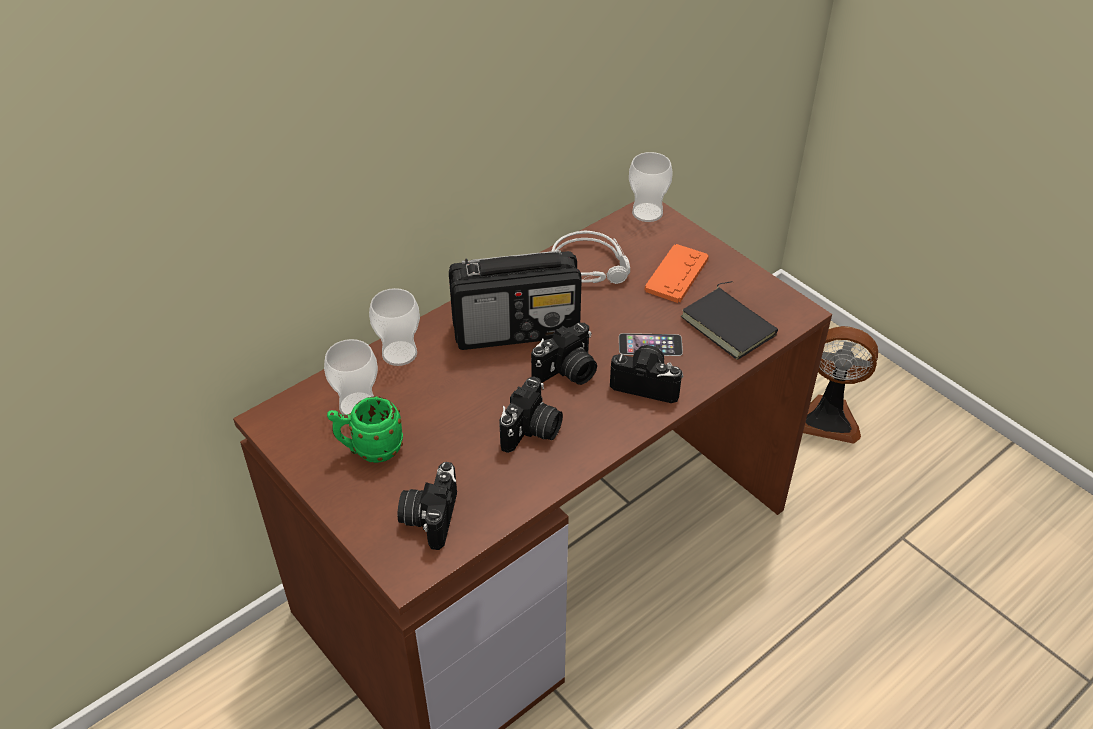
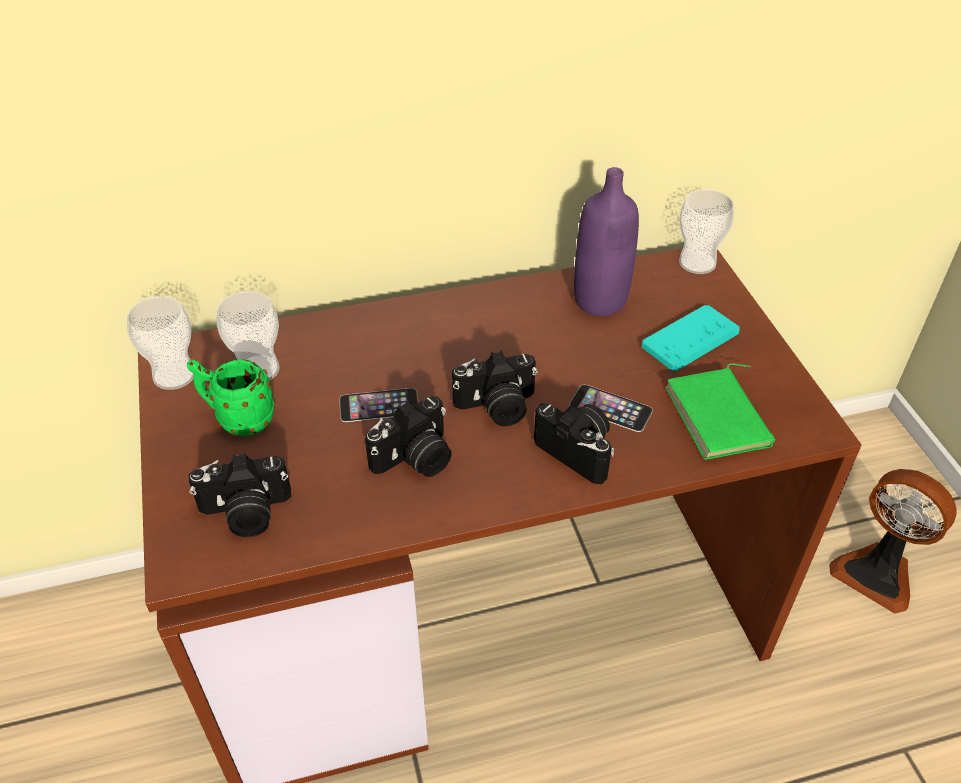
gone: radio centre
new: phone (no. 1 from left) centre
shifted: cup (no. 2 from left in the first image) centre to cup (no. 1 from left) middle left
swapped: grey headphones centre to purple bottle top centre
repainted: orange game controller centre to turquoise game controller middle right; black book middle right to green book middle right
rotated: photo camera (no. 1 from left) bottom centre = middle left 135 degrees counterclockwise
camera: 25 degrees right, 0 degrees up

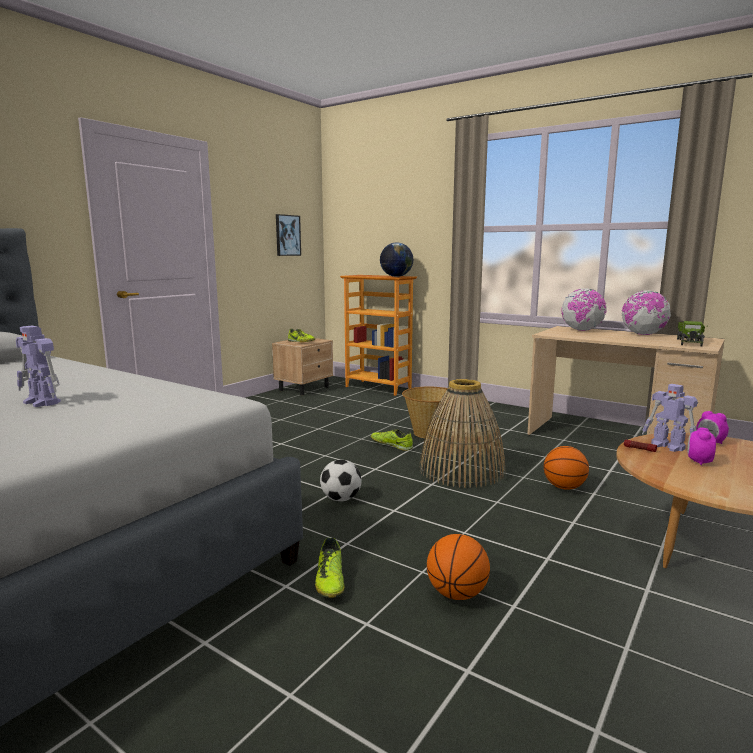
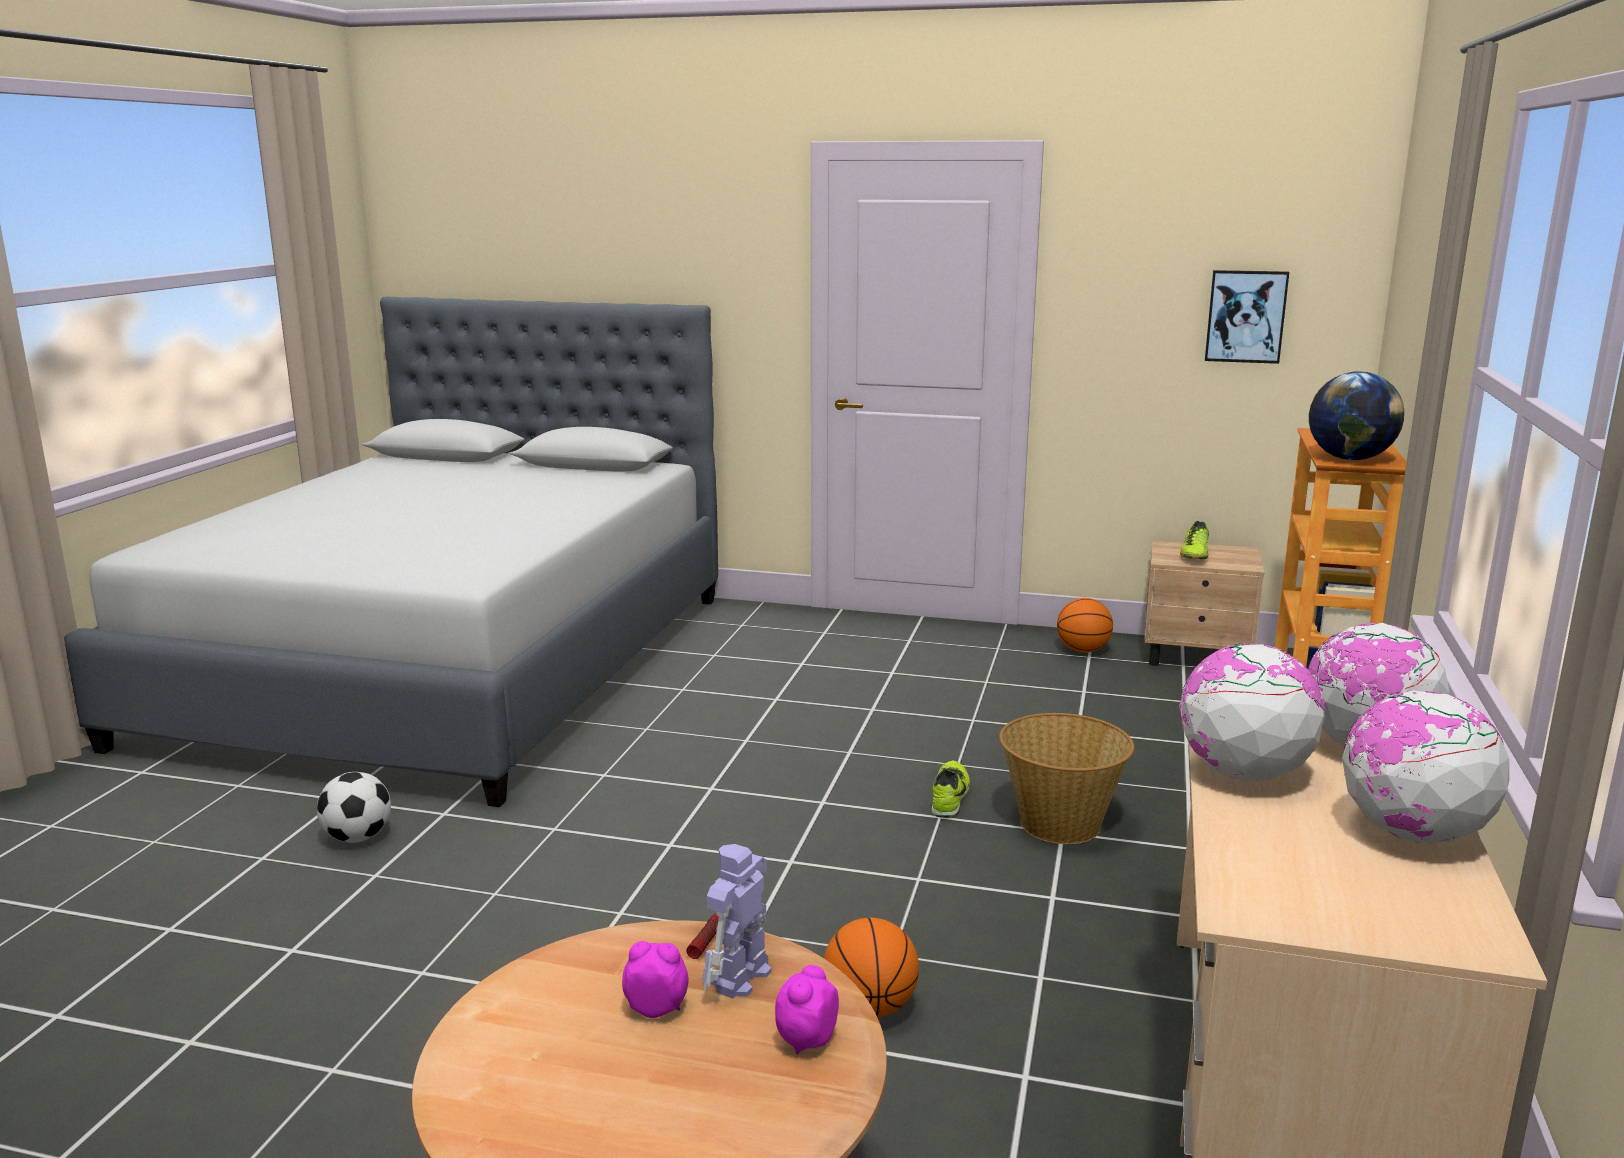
gone: toy robot (no. 1 from left) middle left; shoe (no. 2 from left) bottom centre; basket (no. 2 from left) centre; toy truck middle right
new: globe (no. 1 from left) middle right
shifted: football centre to bottom left; basketball (no. 1 from left in the first image) bottom centre to basketball (no. 2 from left) middle right
camera: 70 degrees right, 5 degrees up

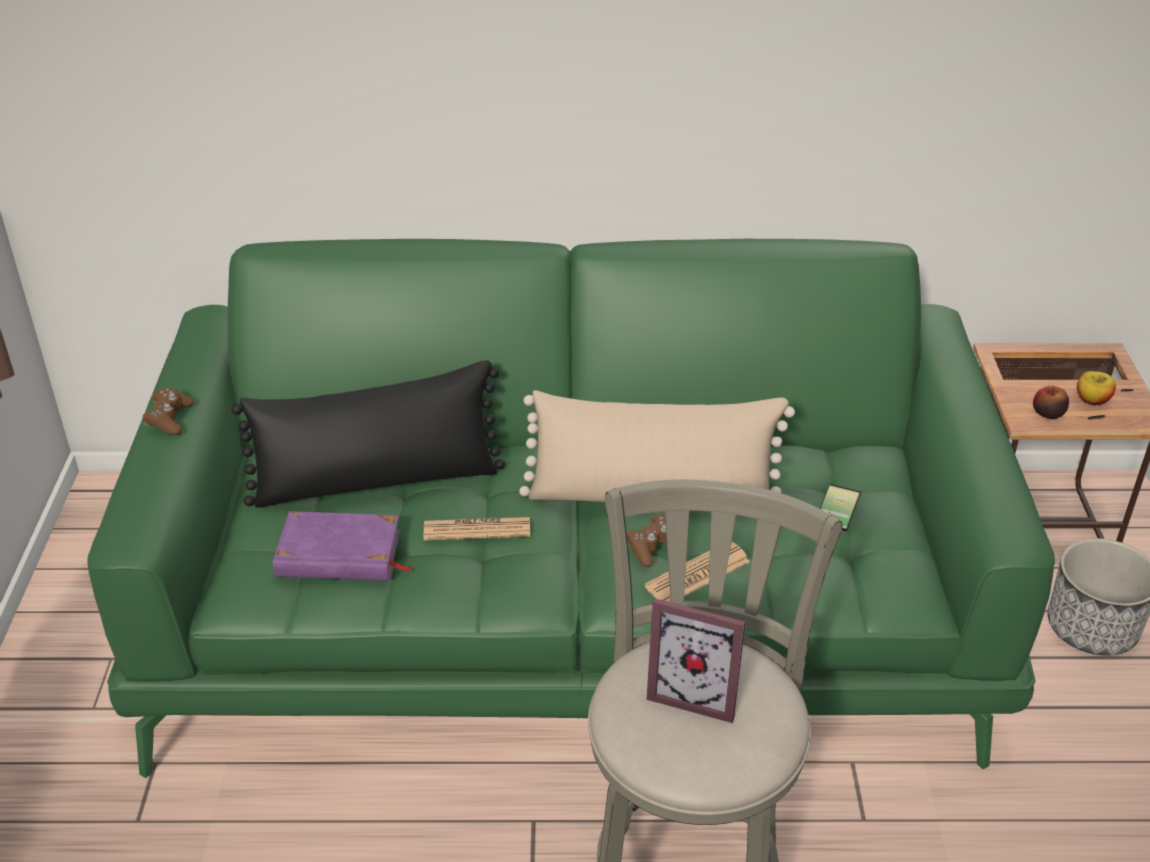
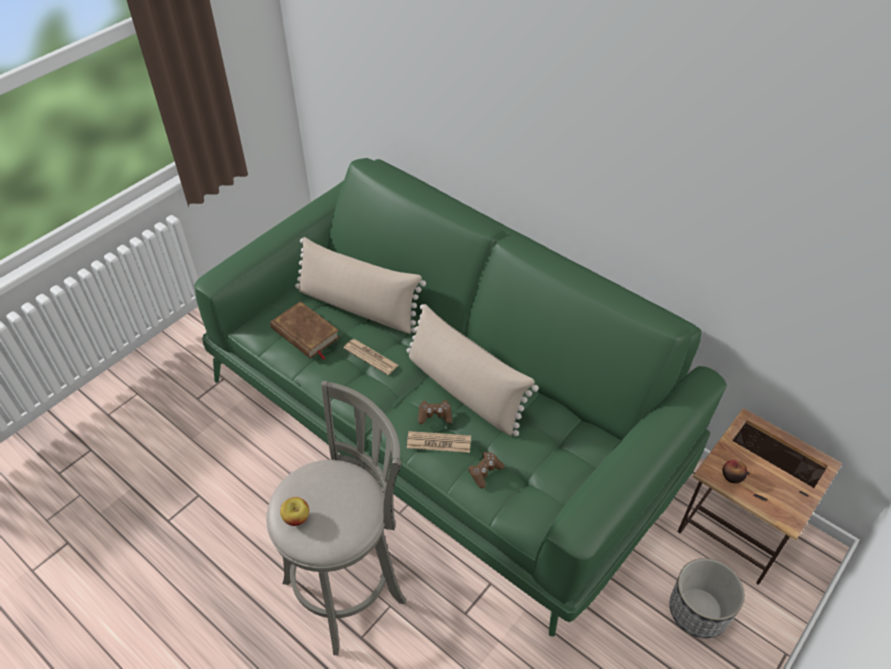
gone: picture frame bottom centre; phone middle right
shifted: apple (no. 2 from left in the first image) middle right to apple (no. 1 from left) bottom left; brown game controller (no. 1 from left in the first image) middle left to brown game controller (no. 2 from left) bottom centre
repainted: purple book middle left to brown book centre; black pillow middle left to beige pillow (no. 1 from left) centre
camera: 40 degrees right, 10 degrees up

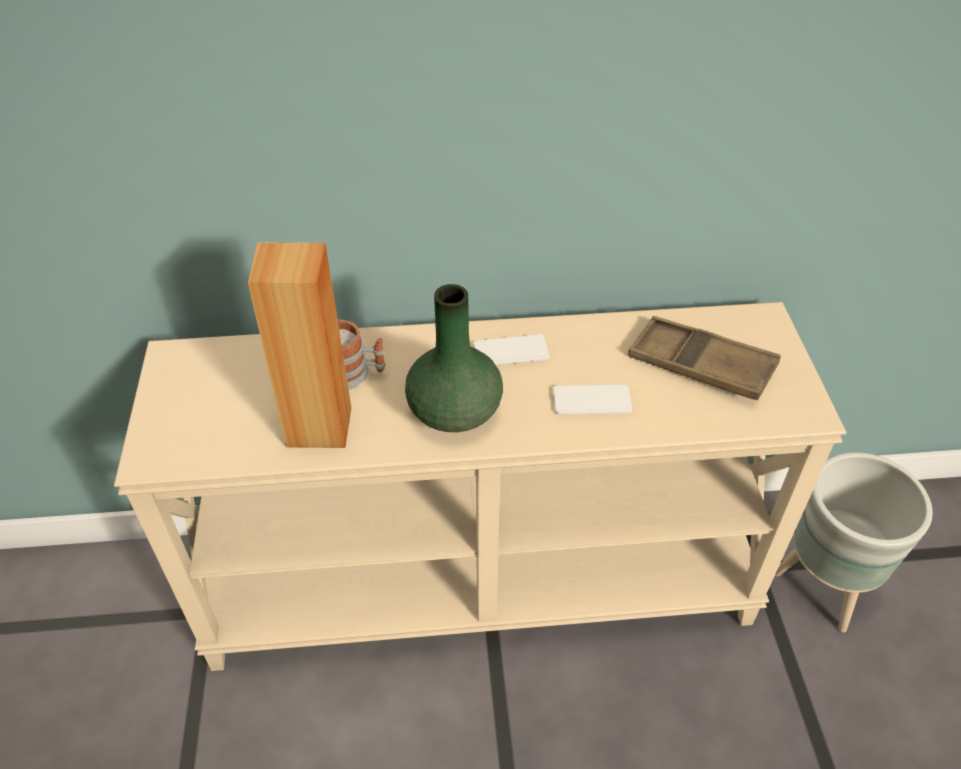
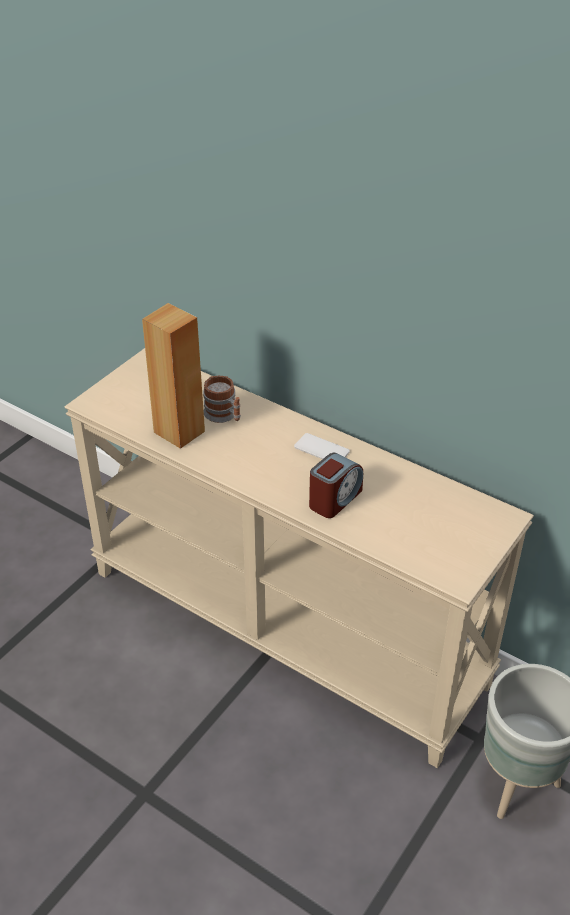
gone: green vase centre; brown tray middle right
swapped: phone (no. 2 from left) centre to alarm clock centre
camera: 40 degrees right, 5 degrees down

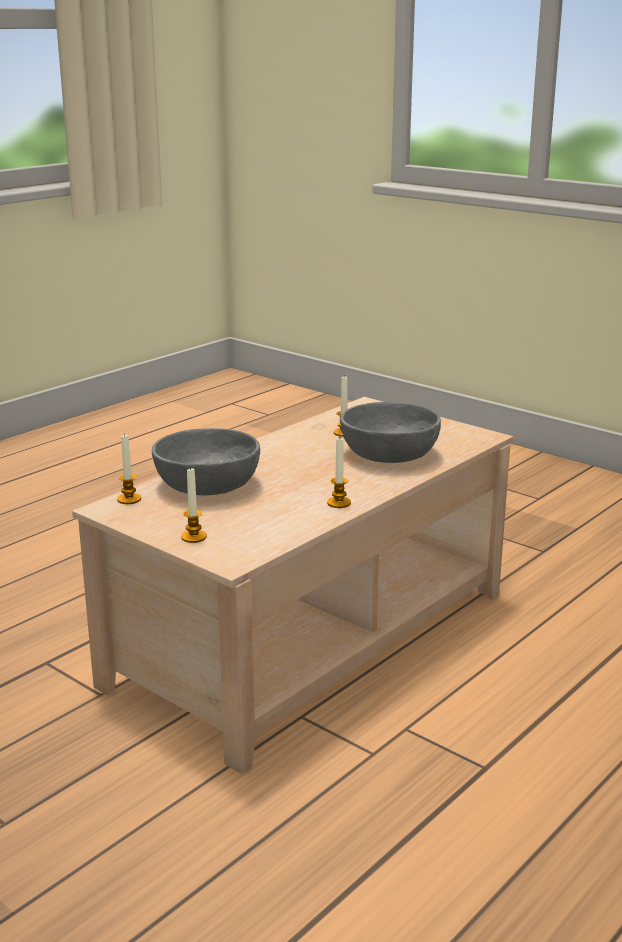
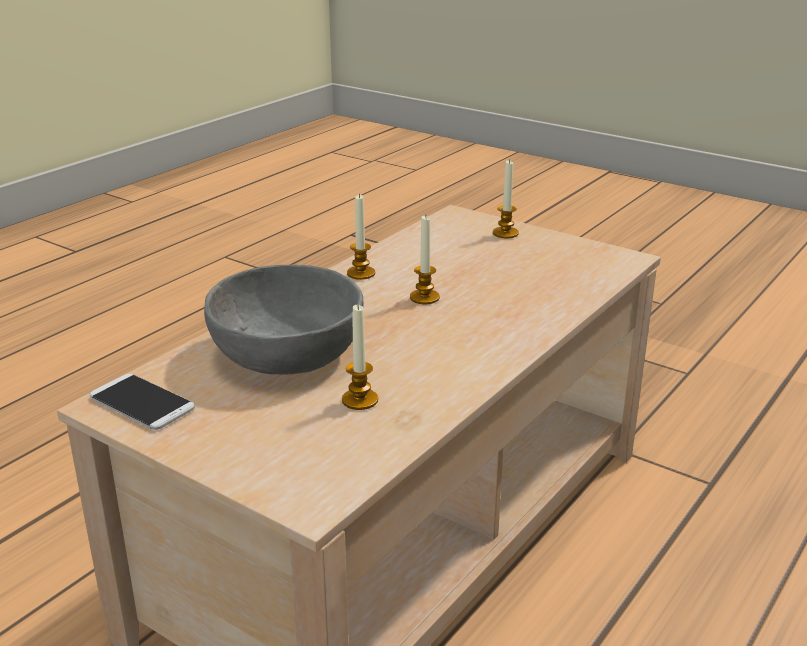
gone: grey bowl (no. 1 from left) middle left
new: phone middle left
shifted: candle (no. 1 from left in the first image) middle left to candle (no. 3 from left) centre
camera: 175 degrees right, 5 degrees up

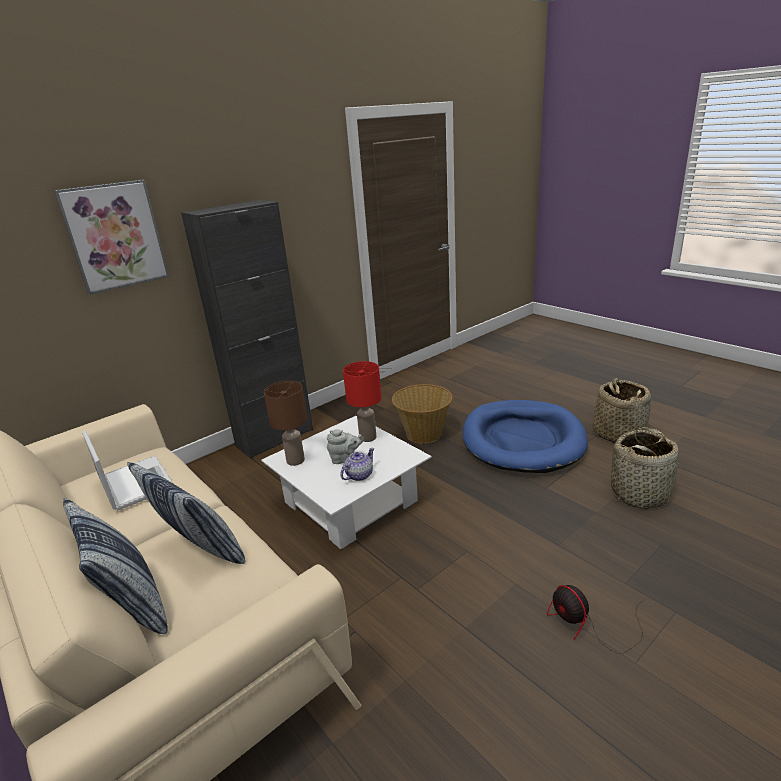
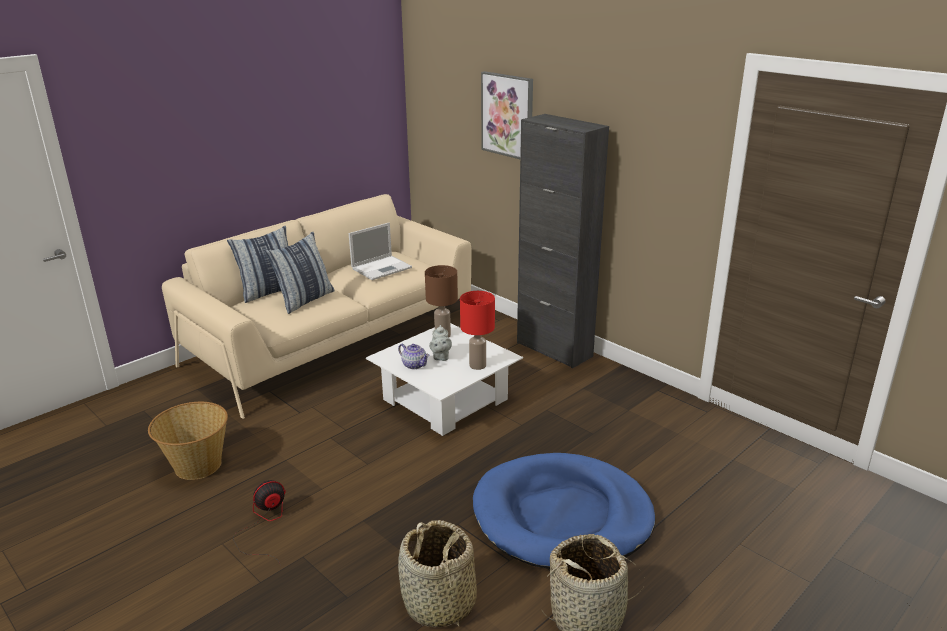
shifted: basket (no. 1 from left) centre to bottom left
camera: 85 degrees right, 0 degrees up

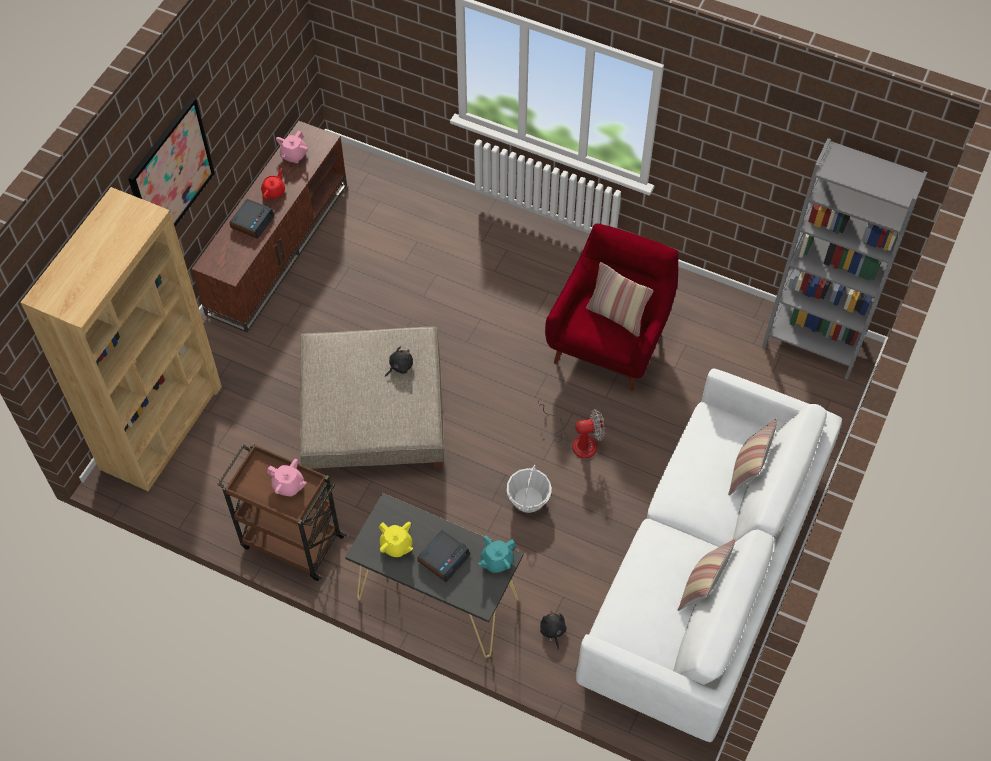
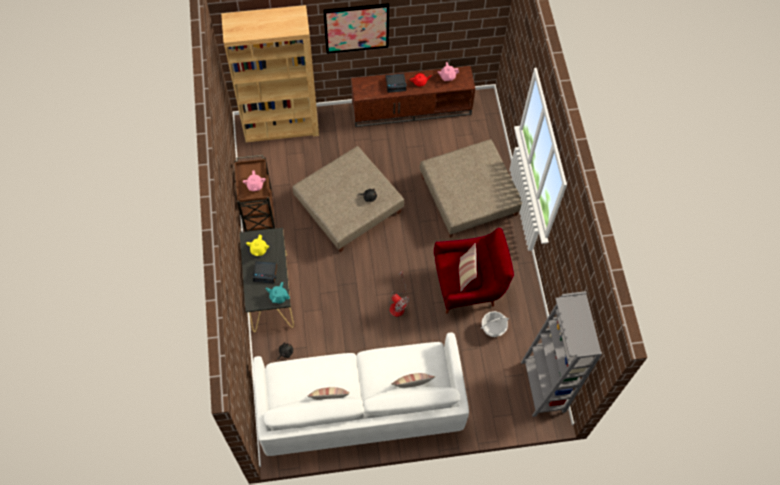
new: beige ottoman (no. 2 from left) centre
shifted: basket centre to bottom centre
camera: 55 degrees right, 5 degrees up

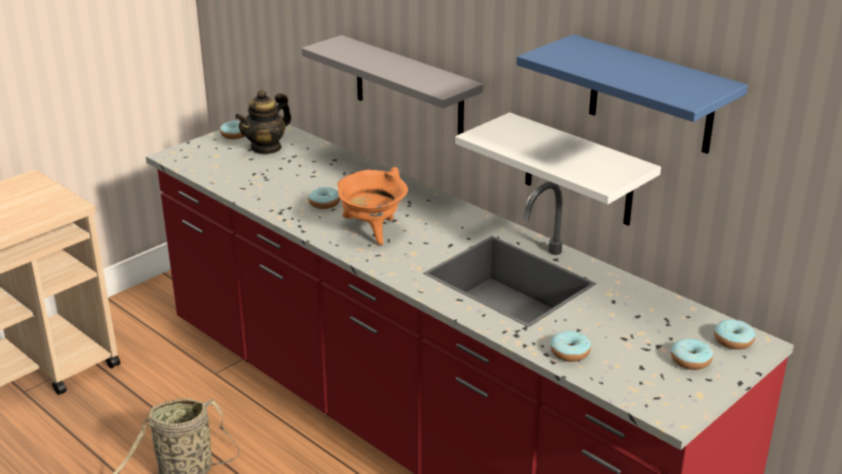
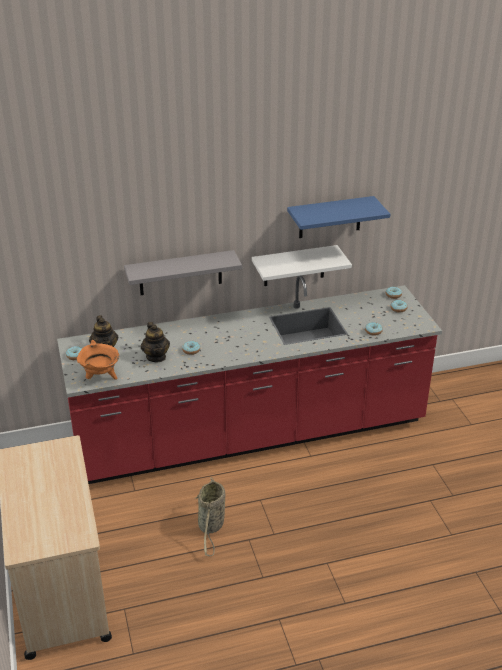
new: teapot (no. 2 from left) middle left
shifted: orange cooking pot centre to middle left
camera: 60 degrees left, 5 degrees up

